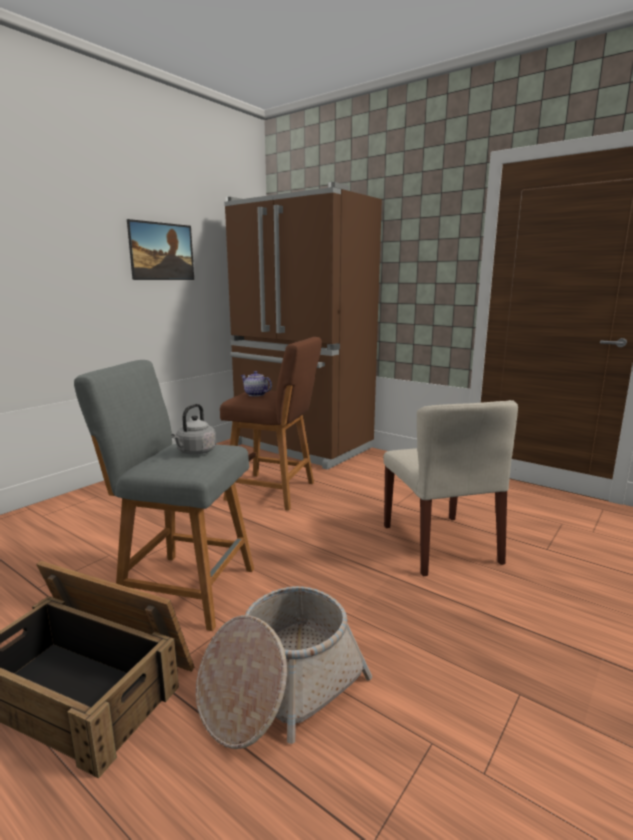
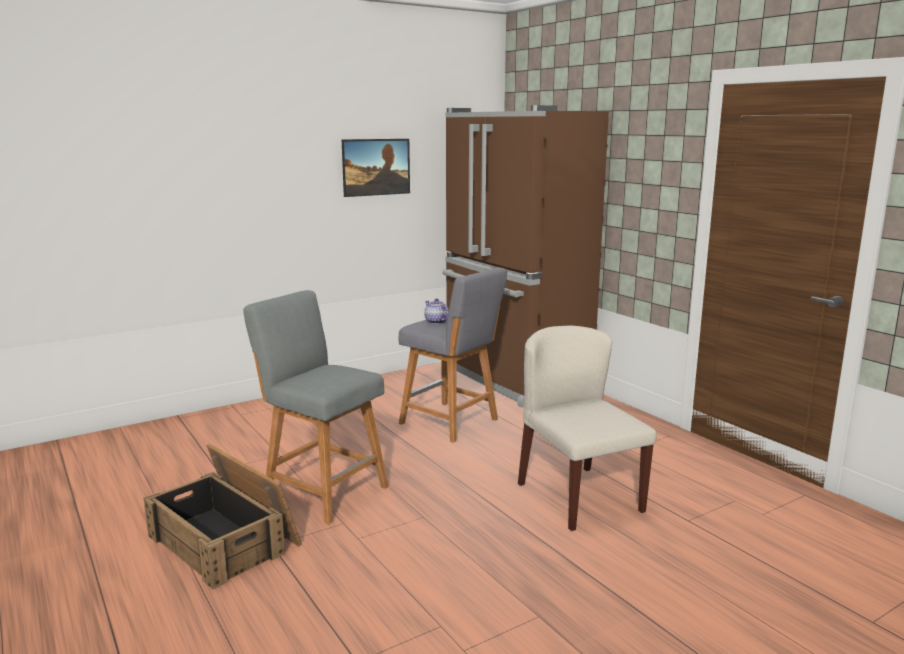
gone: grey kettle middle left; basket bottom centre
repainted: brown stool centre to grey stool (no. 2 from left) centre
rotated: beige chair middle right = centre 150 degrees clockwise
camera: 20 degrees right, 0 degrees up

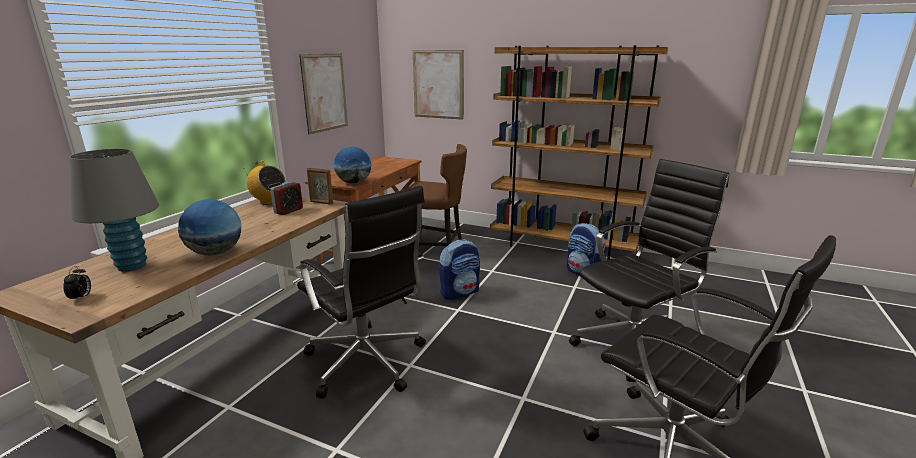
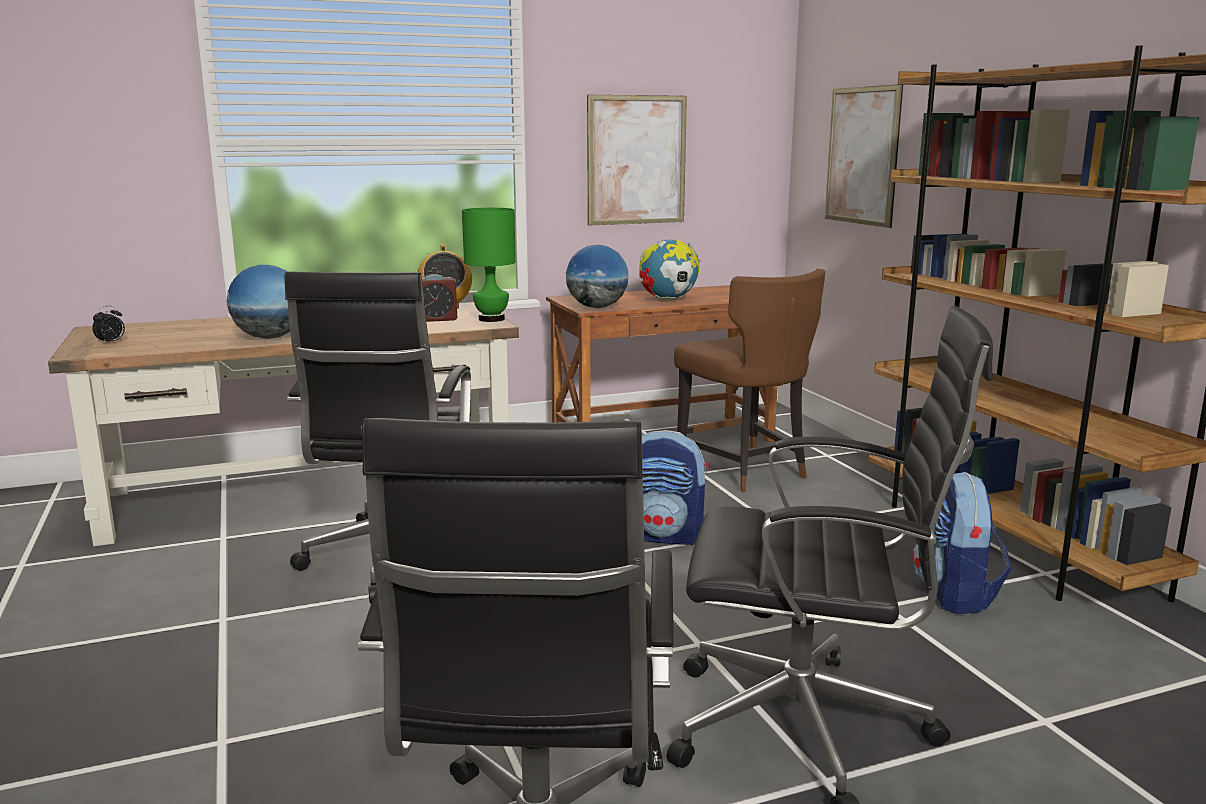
gone: grey table lamp middle left
new: globe (no. 3 from left) centre
swapped: picture frame centre to green table lamp top centre
camera: 45 degrees right, 5 degrees down

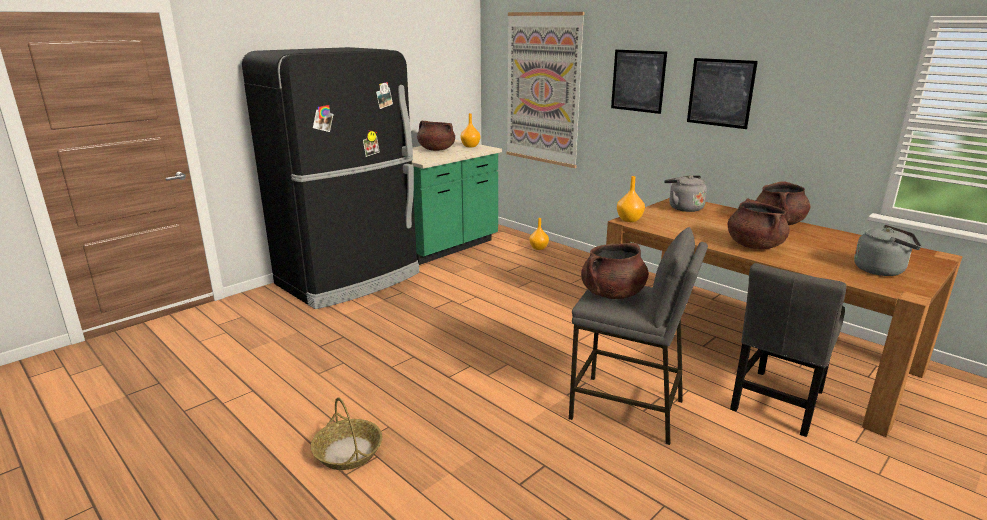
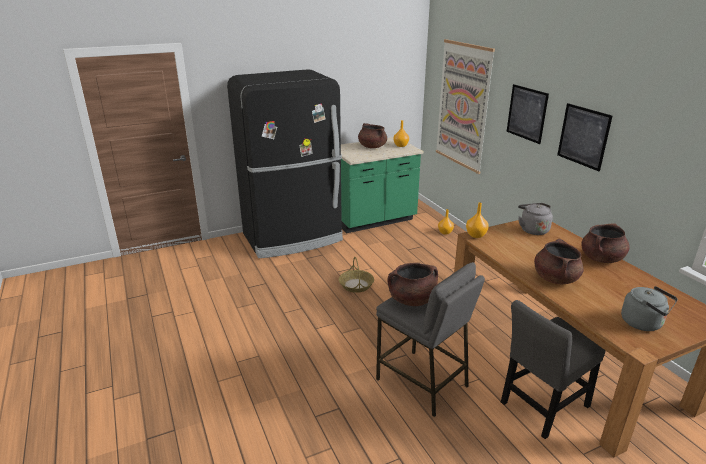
shifted: basket bottom centre to centre
camera: 20 degrees right, 5 degrees up

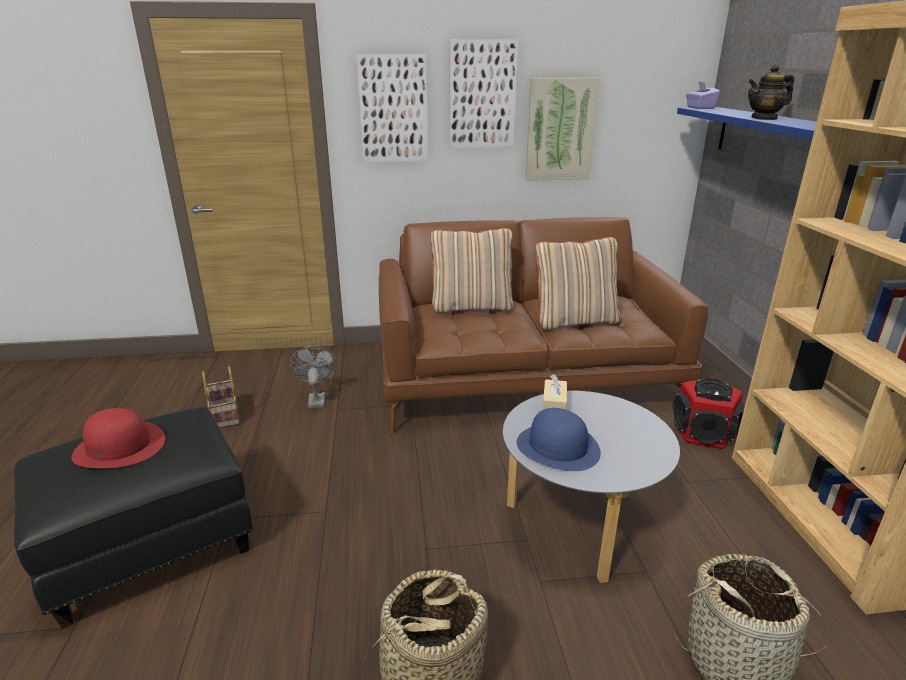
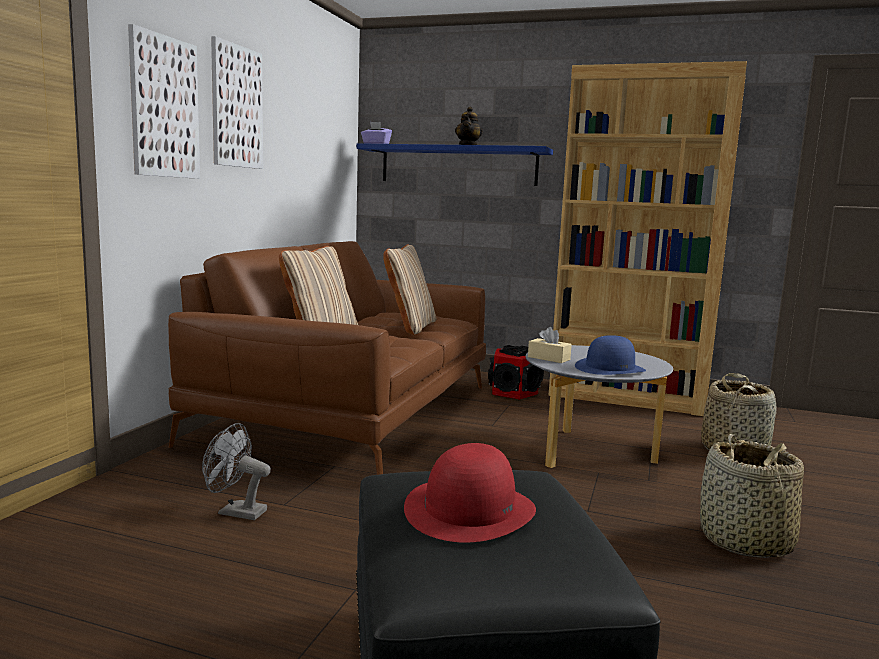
gone: basket (no. 1 from left) middle left; picture (no. 3 from left) top centre
camera: 65 degrees left, 15 degrees down

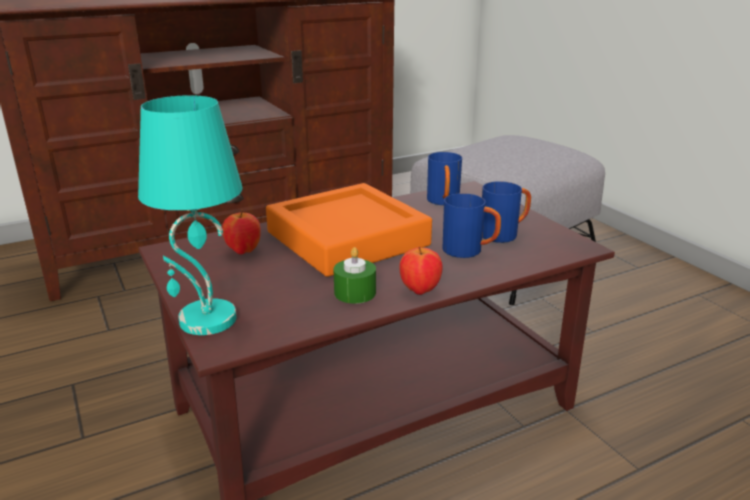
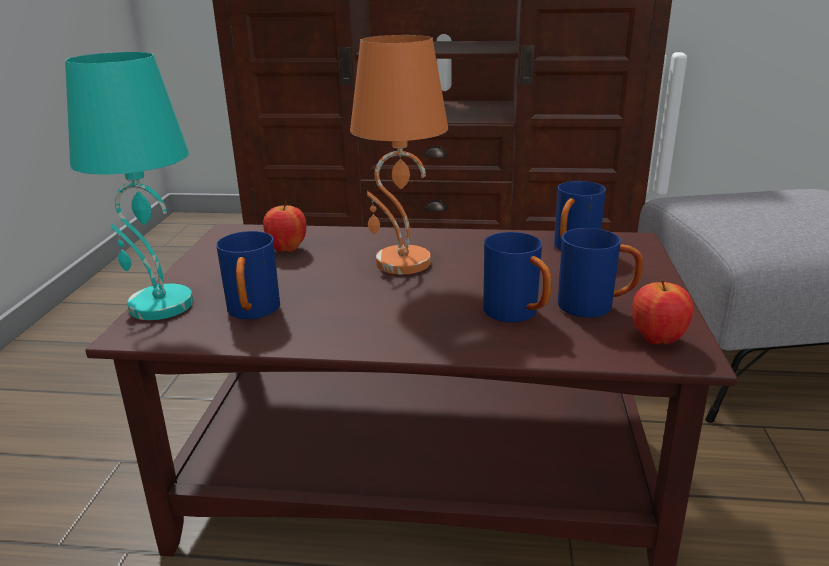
gone: green candle centre
new: blue mug (no. 1 from left) middle left
shifted: apple (no. 2 from left) centre to middle right
swapped: orange tray centre to orange table lamp top centre
camera: 35 degrees right, 0 degrees up

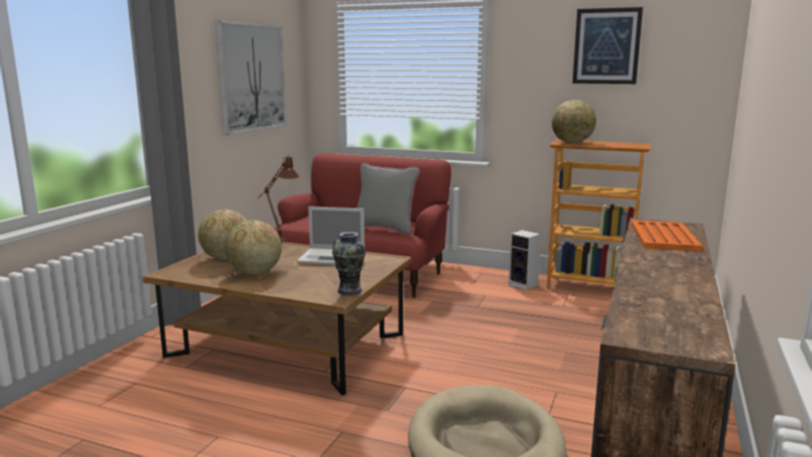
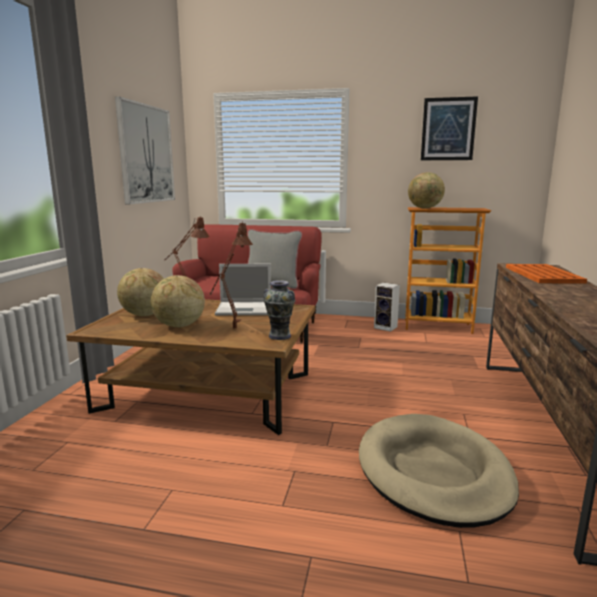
new: brown table lamp (no. 2 from left) centre
camera: 10 degrees left, 0 degrees up

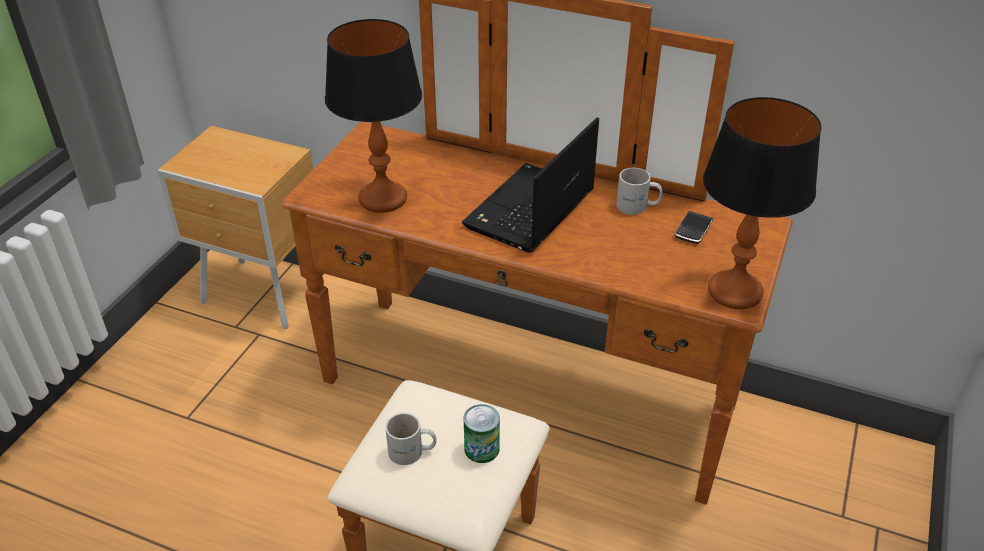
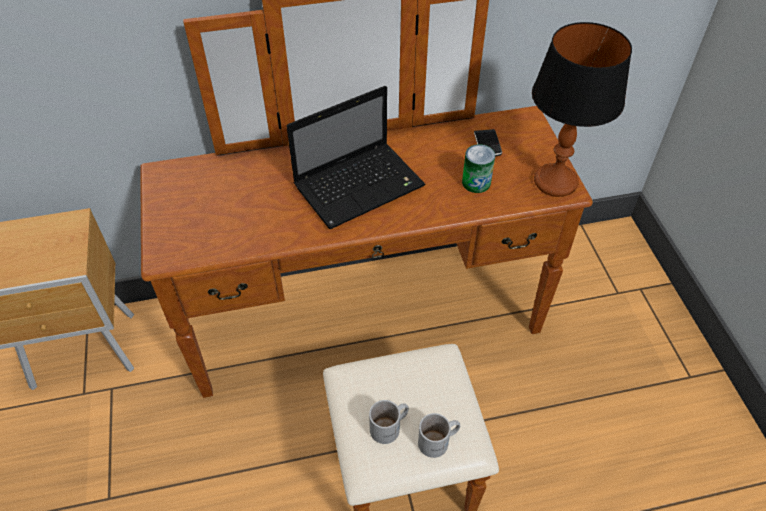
gone: table lamp (no. 1 from left) top centre
shifted: white mug (no. 2 from left) centre to bottom centre; can bottom centre to top centre
rotated: laptop centre = top centre 120 degrees counterclockwise
camera: 35 degrees left, 10 degrees up

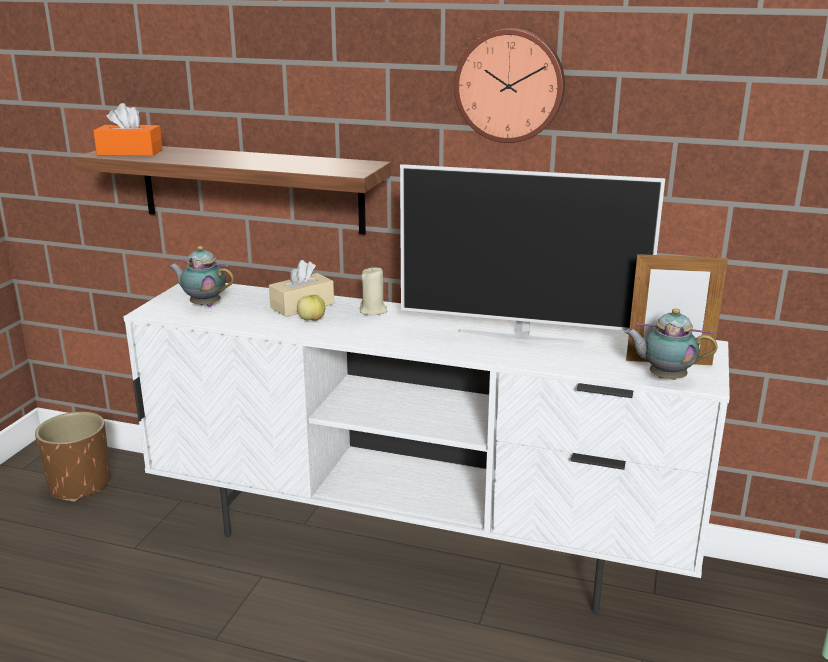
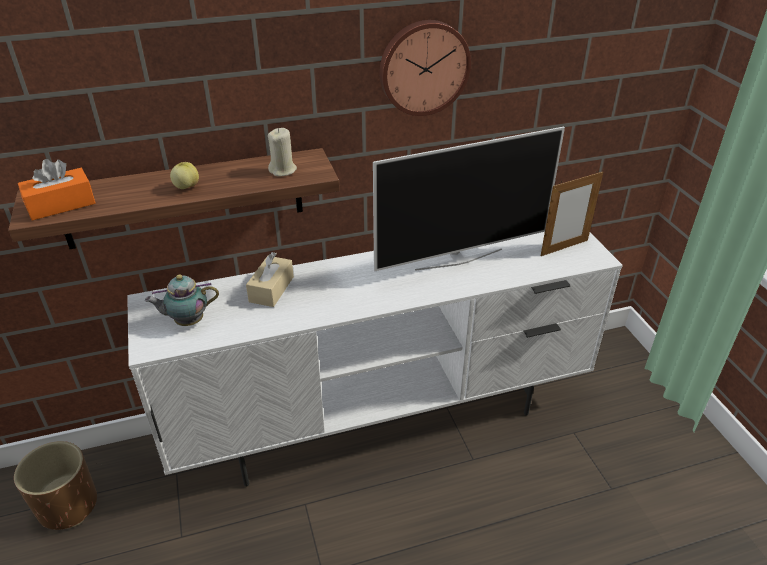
gone: teapot (no. 2 from left) middle right
shifted: apple centre to top left; beige candle centre to top centre
camera: 35 degrees left, 15 degrees up

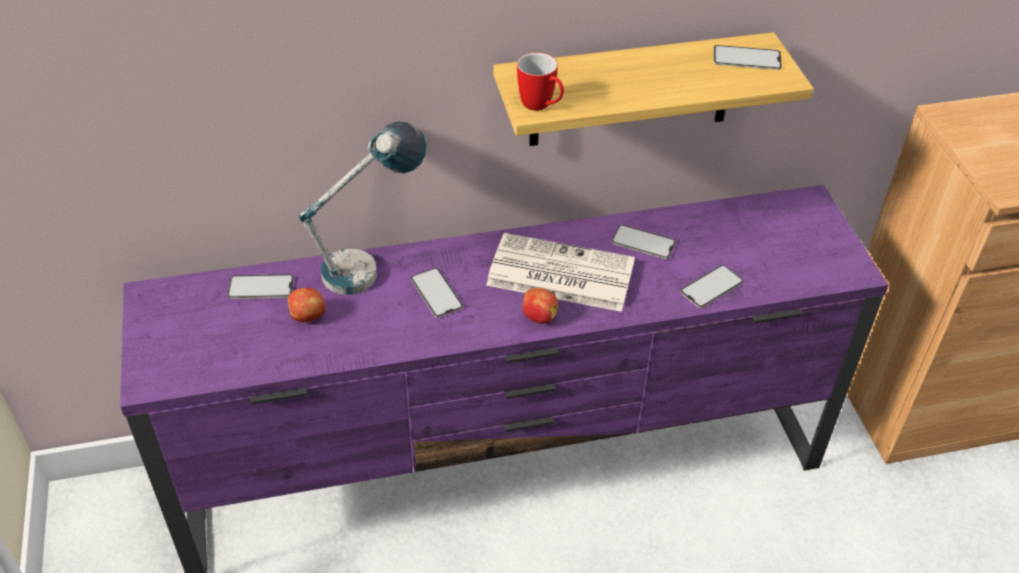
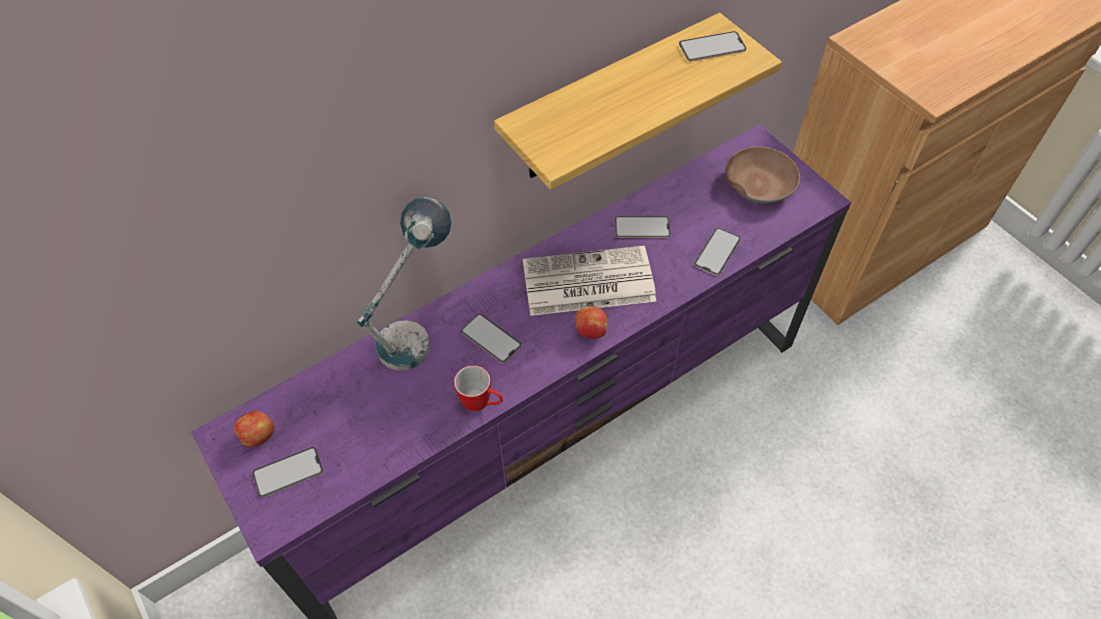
new: brown bowl top right
shifted: apple (no. 1 from left) middle left to bottom left; phone (no. 1 from left) middle left to bottom left; mug top centre to centre
camera: 20 degrees left, 10 degrees up

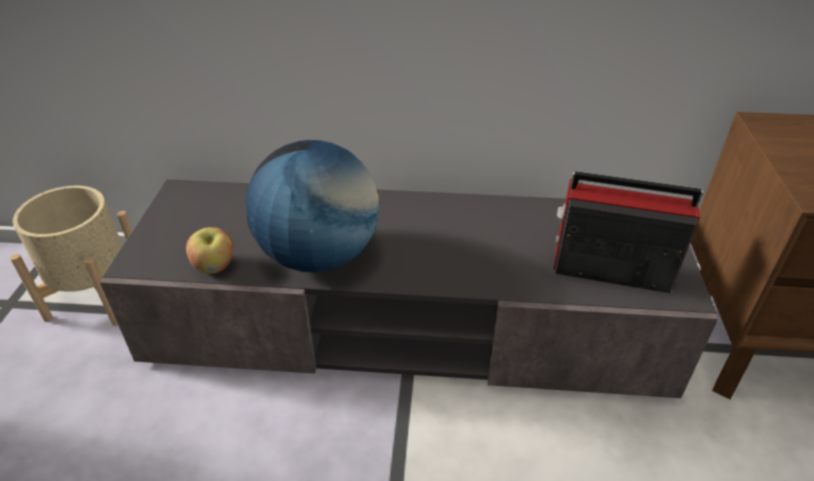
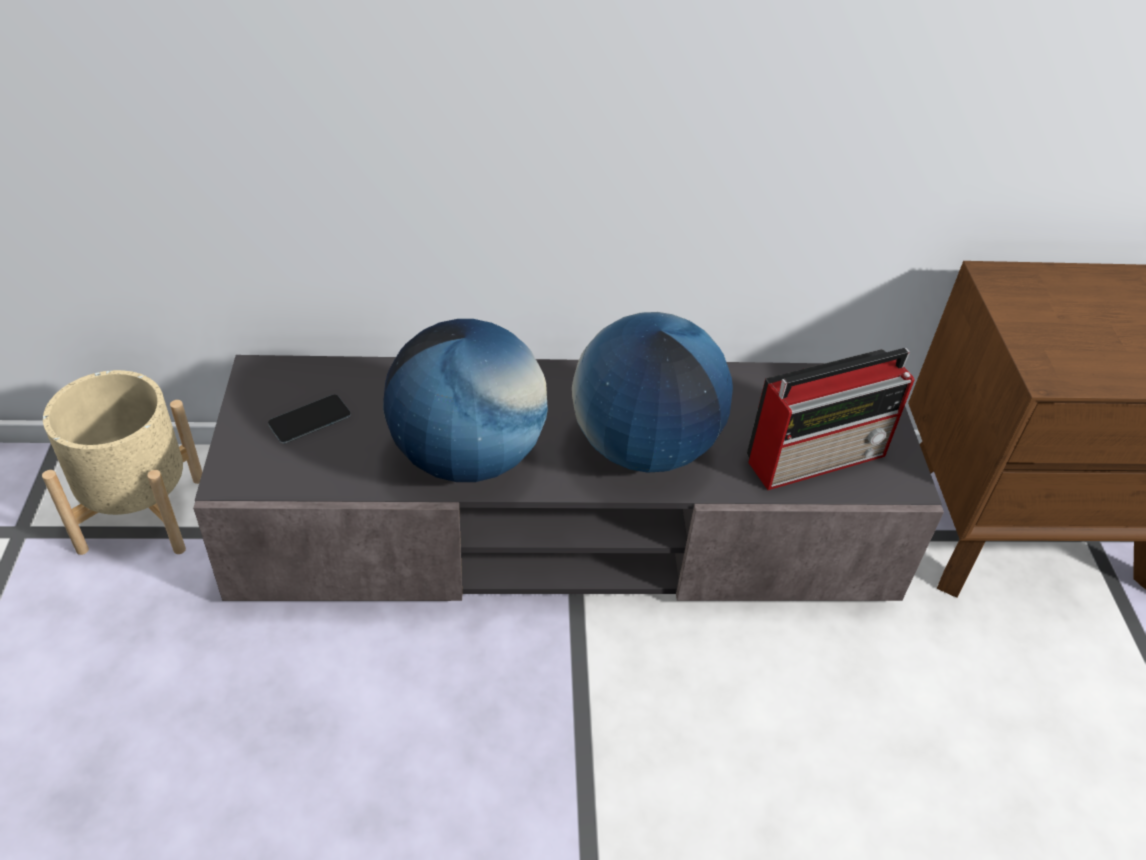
gone: apple middle left
new: phone middle left; globe (no. 2 from left) centre
rotated: radio middle right = middle right 150 degrees clockwise
camera: 10 degrees left, 5 degrees up

